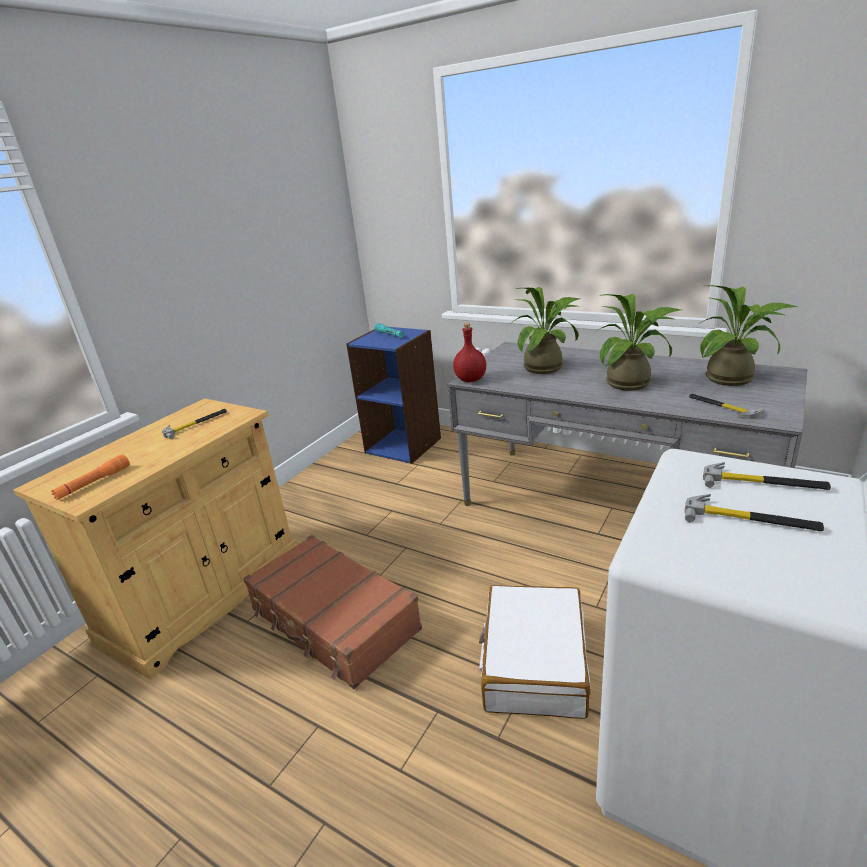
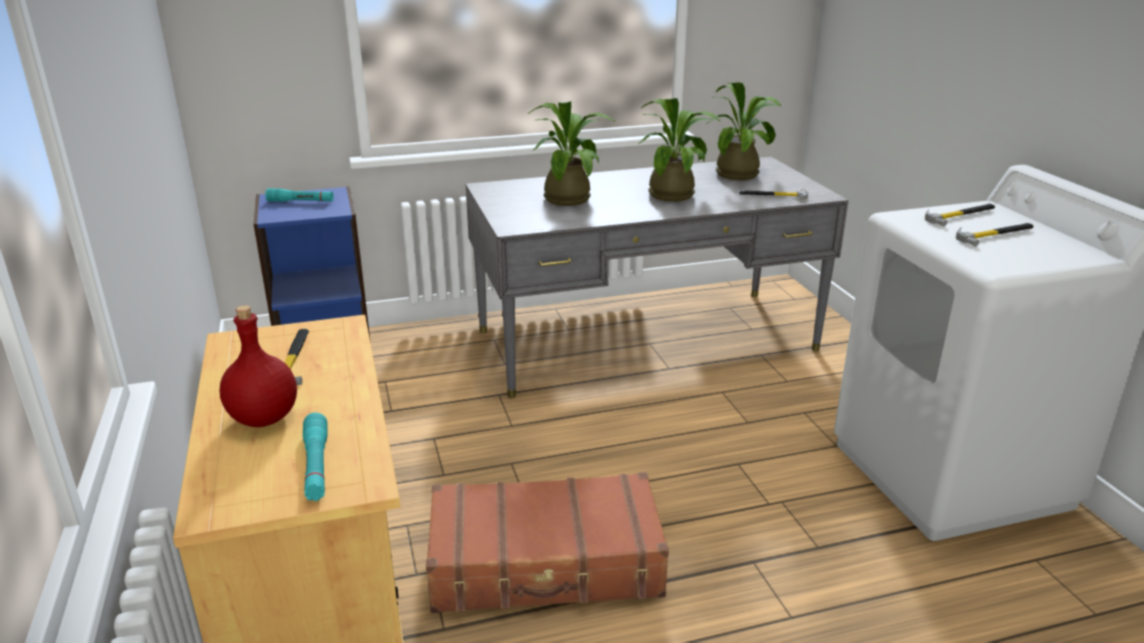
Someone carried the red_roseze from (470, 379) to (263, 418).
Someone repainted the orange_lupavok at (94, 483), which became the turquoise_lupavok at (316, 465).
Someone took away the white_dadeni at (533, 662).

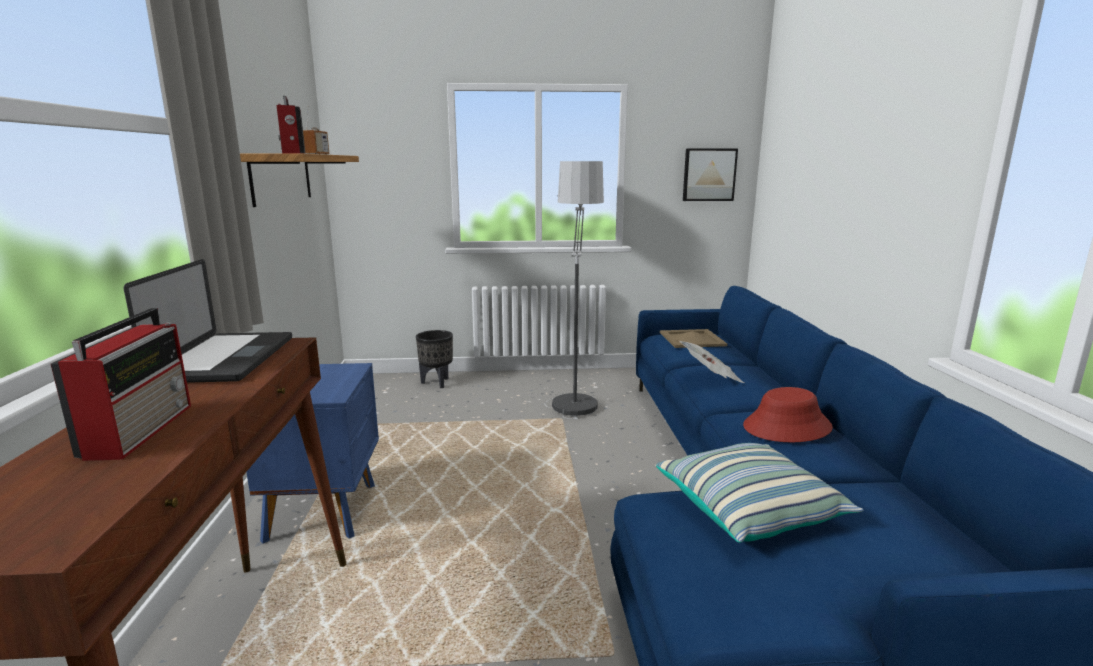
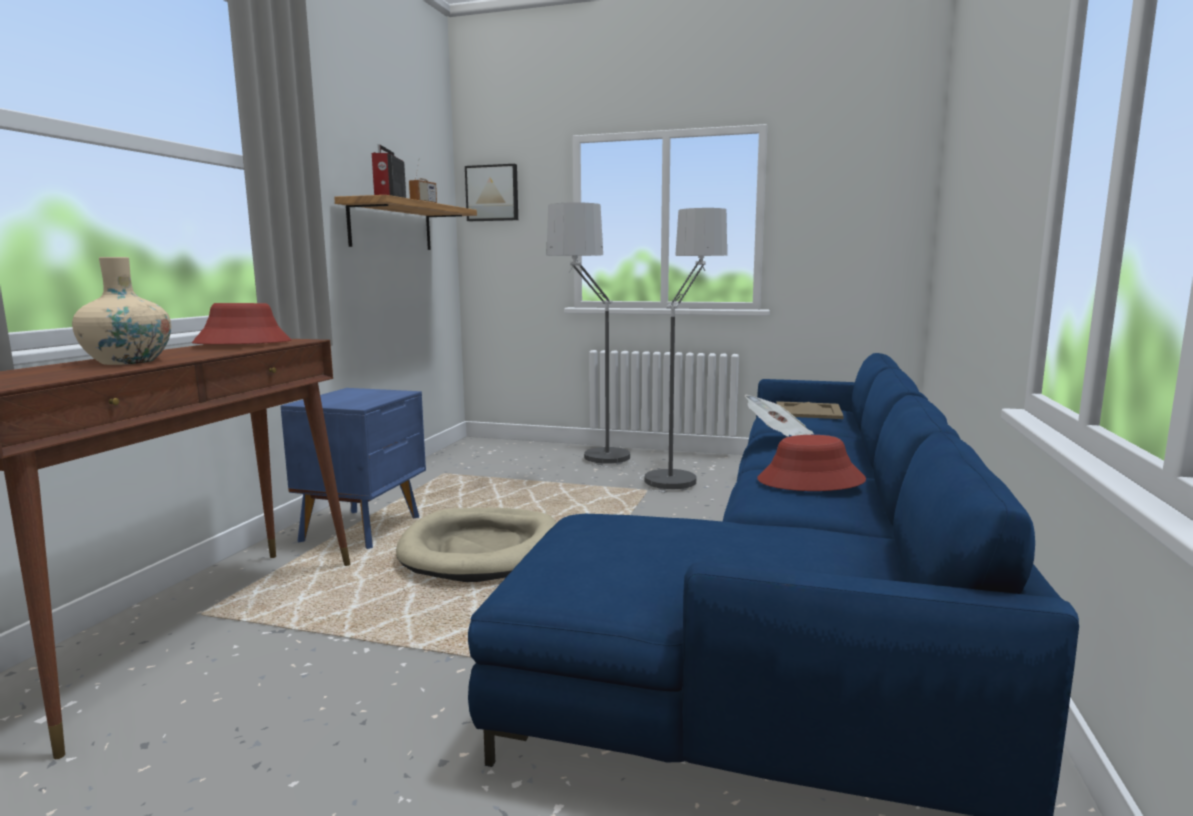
Someone carried the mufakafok from (708, 174) to (492, 193).
Someone swapped the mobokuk at (226, 359) for the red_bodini at (243, 344).
Someone swapped the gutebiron at (141, 429) for the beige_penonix at (128, 361).
Someone took away the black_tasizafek at (437, 383).
Someone took away the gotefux at (750, 510).
Someone put down the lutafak at (595, 469).
Someone put down the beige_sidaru at (482, 550).

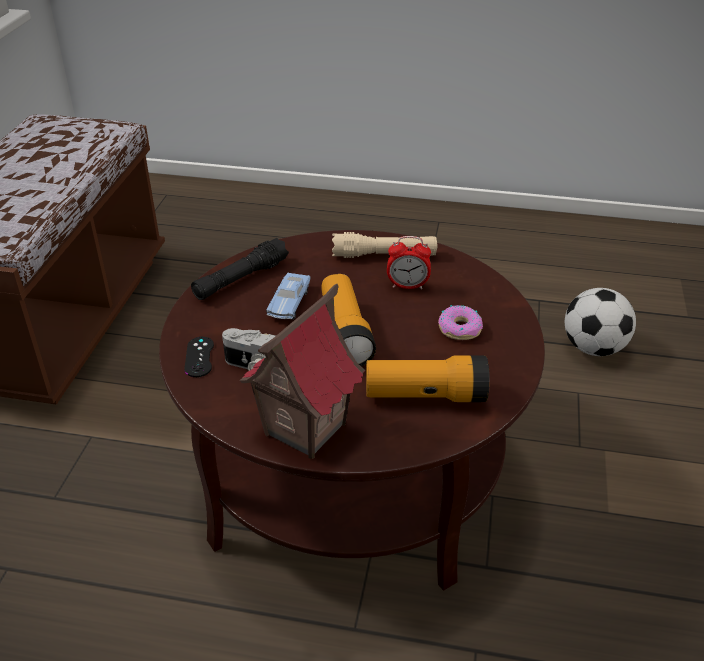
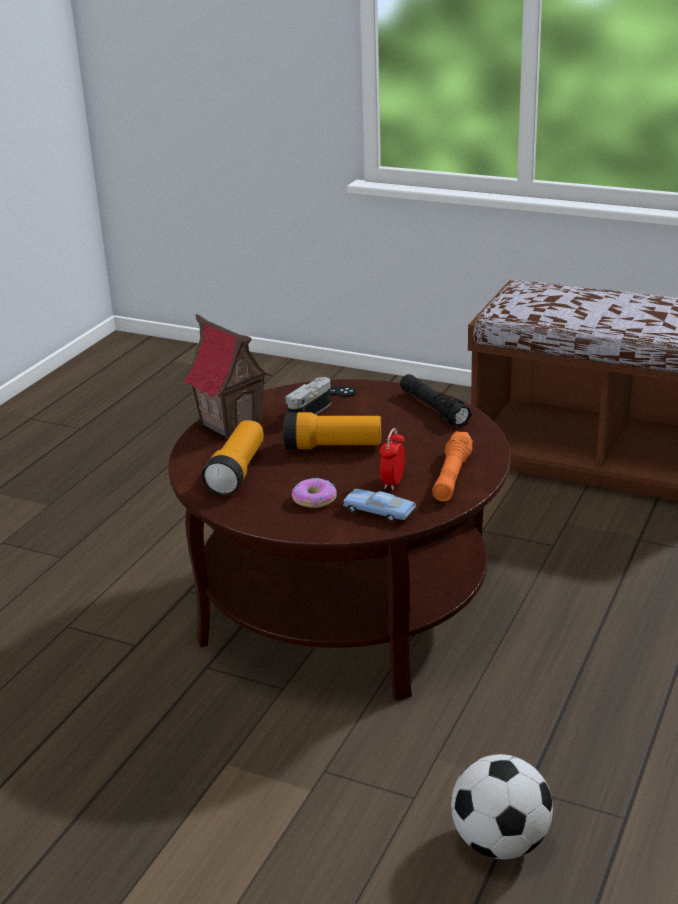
Someone repainted the beige_lupavok at (384, 255), which became the orange_lupavok at (451, 477).
Someone carried the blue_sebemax from (289, 303) to (378, 512).

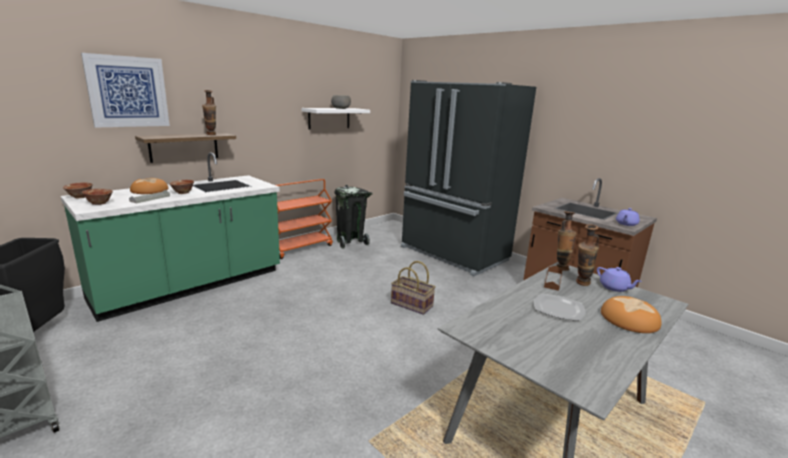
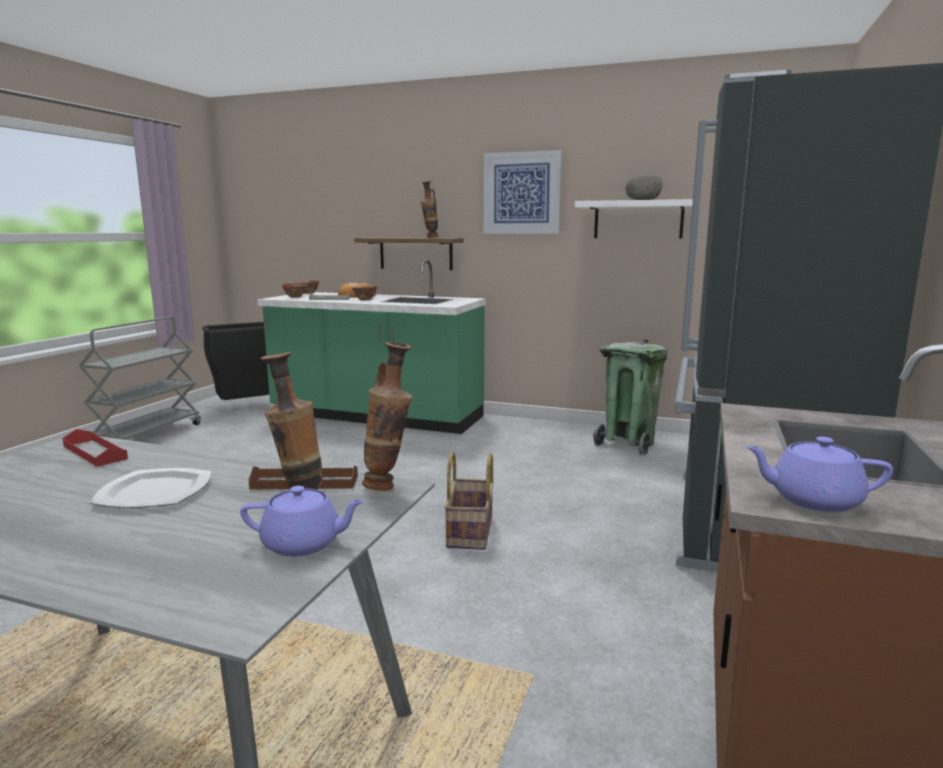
Someone carried the mufakafok from (128, 92) to (521, 193).
Someone took away the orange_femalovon at (300, 248).
Someone repainted the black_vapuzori at (350, 242), which became the green_vapuzori at (628, 443).
Someone rotated the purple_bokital at (614, 288) by 120 degrees counterclockwise.
Someone took away the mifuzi at (628, 319).
Someone put down the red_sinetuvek at (95, 452).

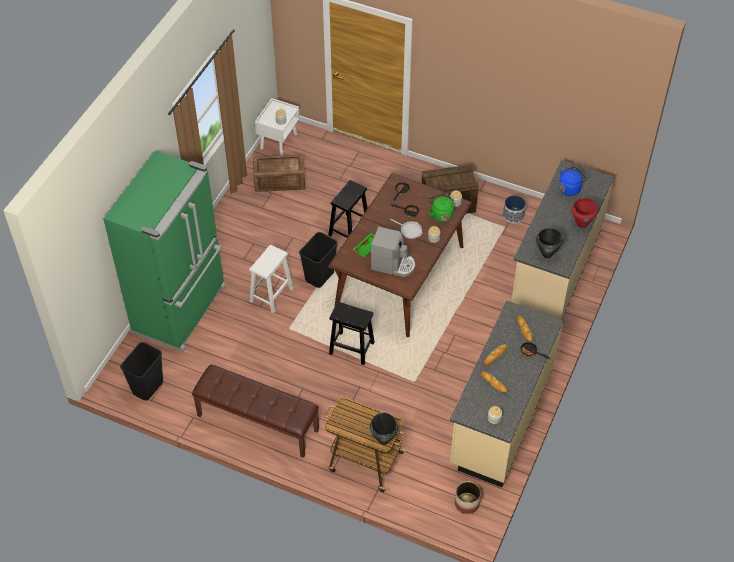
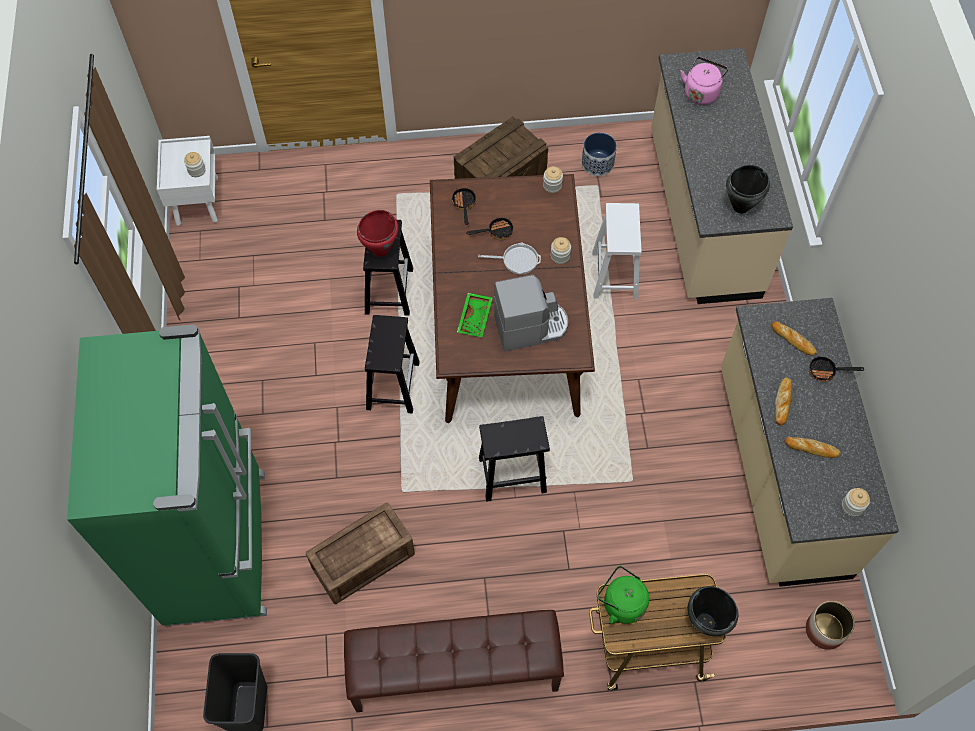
Someone carried the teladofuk from (278, 181) to (361, 560).
Someone repainted the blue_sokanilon at (570, 188), which became the pink_sokanilon at (701, 92).
Someone carried the green_sokanilon from (440, 214) to (621, 603).
Someone carried the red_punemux from (582, 224) to (381, 250).
Someone swapped the black_vapuzori at (319, 276) for the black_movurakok at (393, 384).
Someone carried the white_movurakok from (271, 295) to (615, 276).

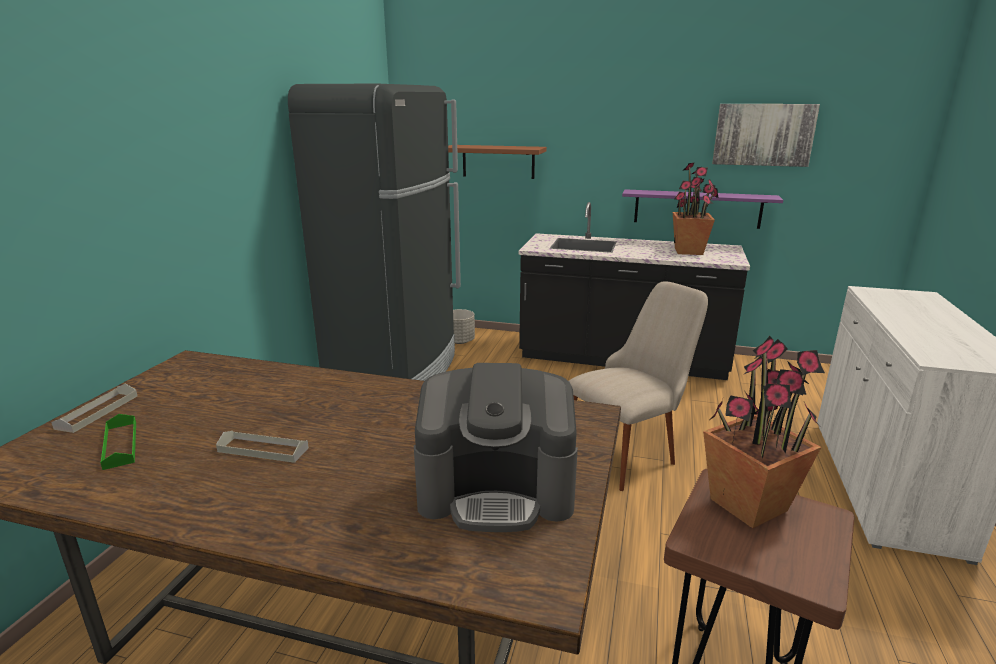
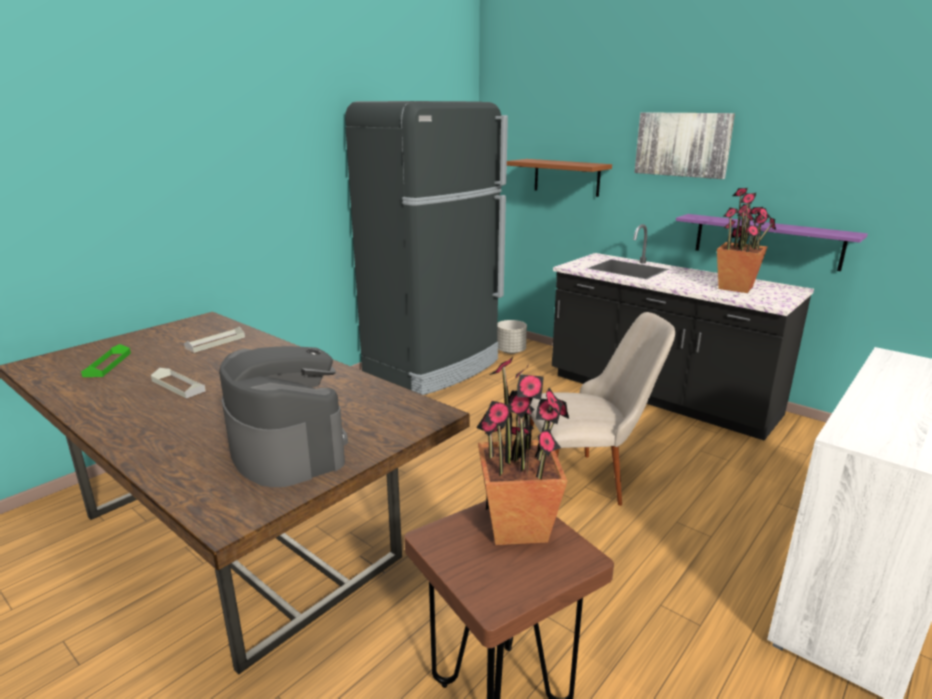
Someone carried the mufakafok from (763, 134) to (682, 144).
Someone rotated the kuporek at (497, 489) by 150 degrees counterclockwise.
Someone carried the grey_sinetuvek from (97, 412) to (215, 342).

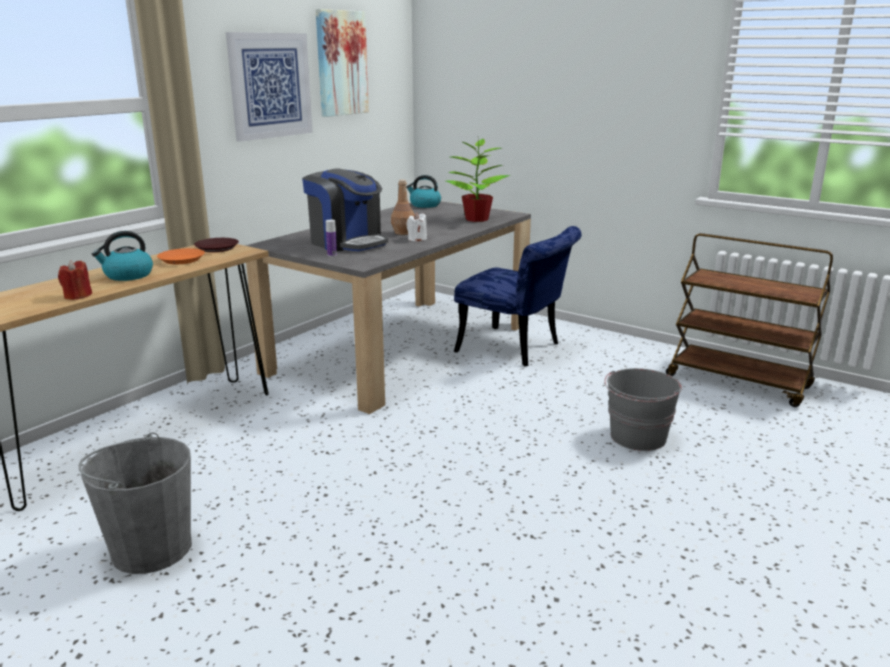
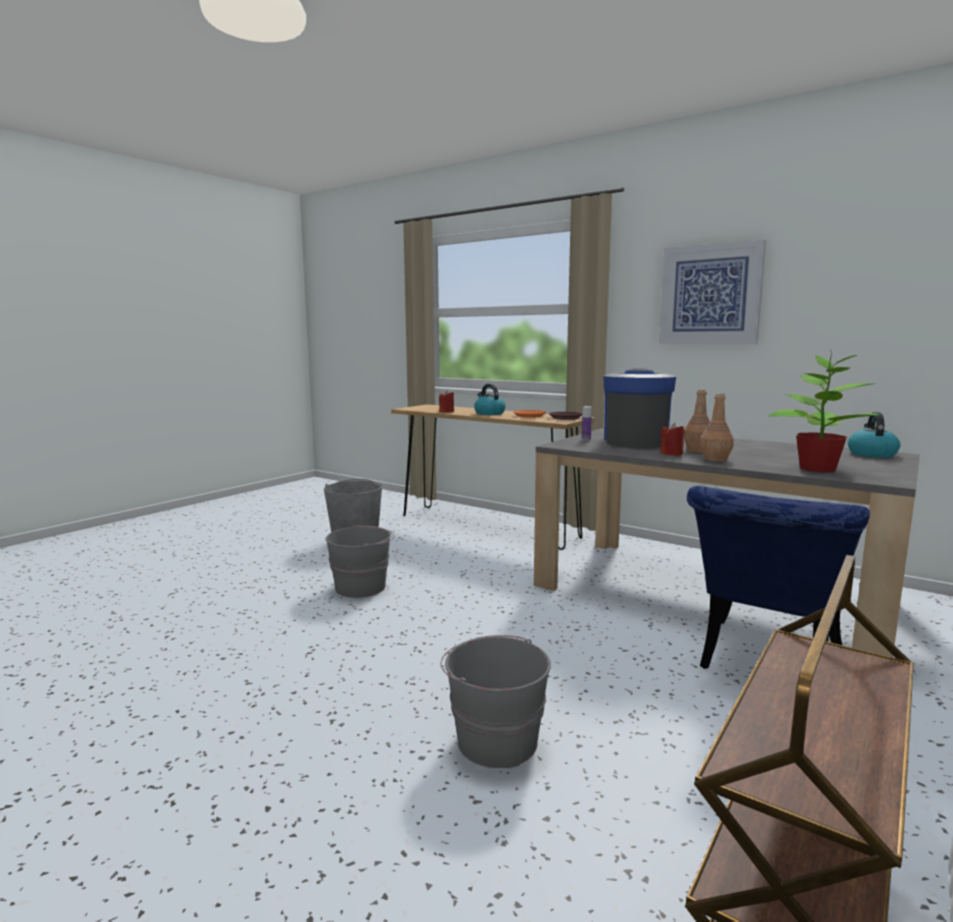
Someone took away the mufakafok at (341, 63).
Someone rotated the kuporek at (347, 243) by 150 degrees clockwise.
Someone repainted the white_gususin at (417, 239), which became the red_gususin at (671, 454).
Someone put down the brown_roseze at (715, 459).
Someone put down the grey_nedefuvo at (361, 587).

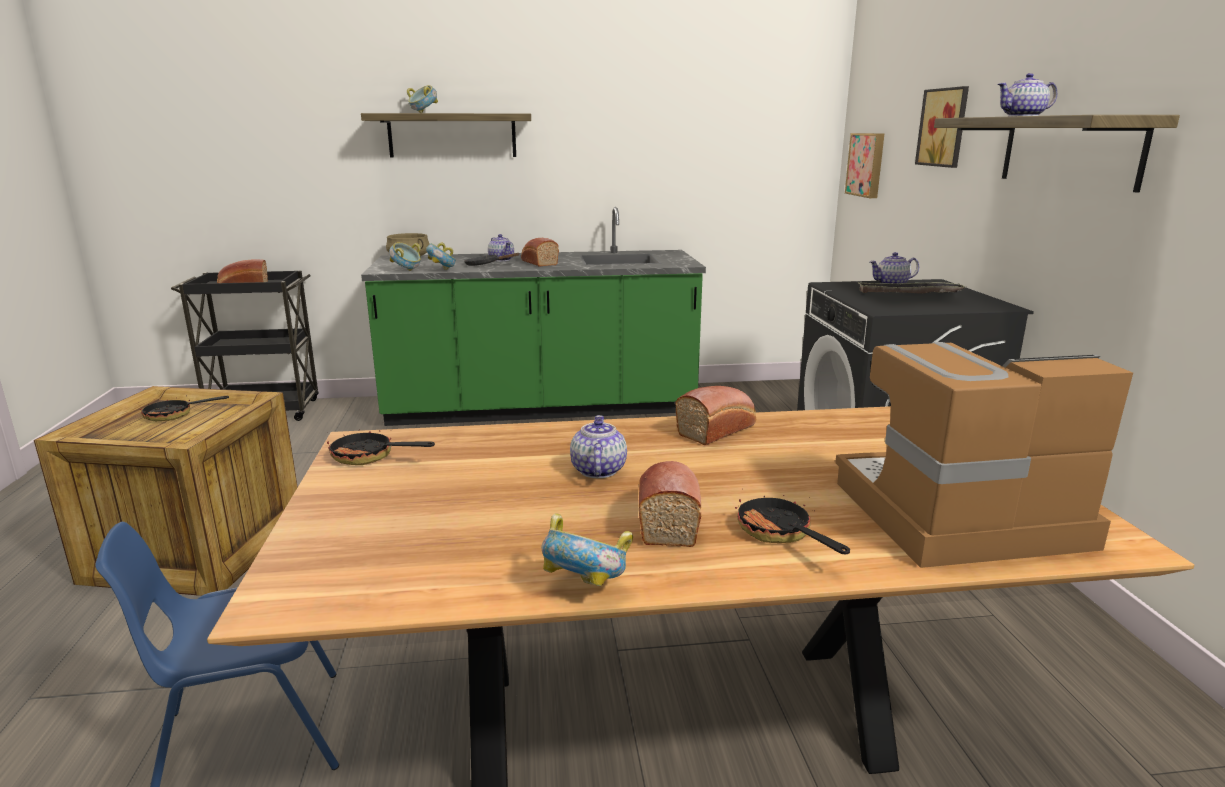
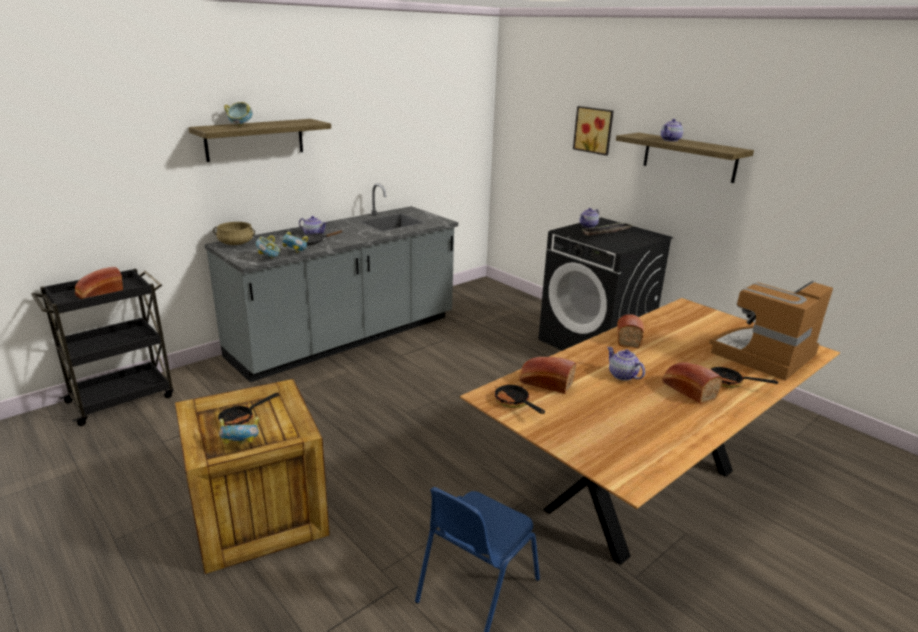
Someone took away the mufakafok at (867, 164).
Someone repainted the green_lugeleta at (541, 407), which became the grey_lugeleta at (345, 338).
Someone carried the mifuzi from (538, 262) to (544, 383).
Someone rotated the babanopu at (370, 457) by 75 degrees clockwise.
Someone carried the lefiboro from (585, 588) to (241, 445).

